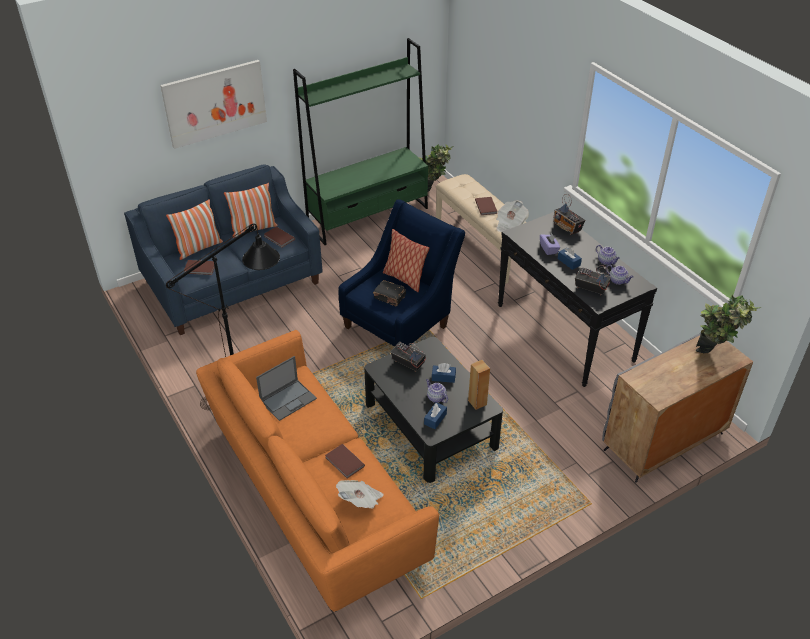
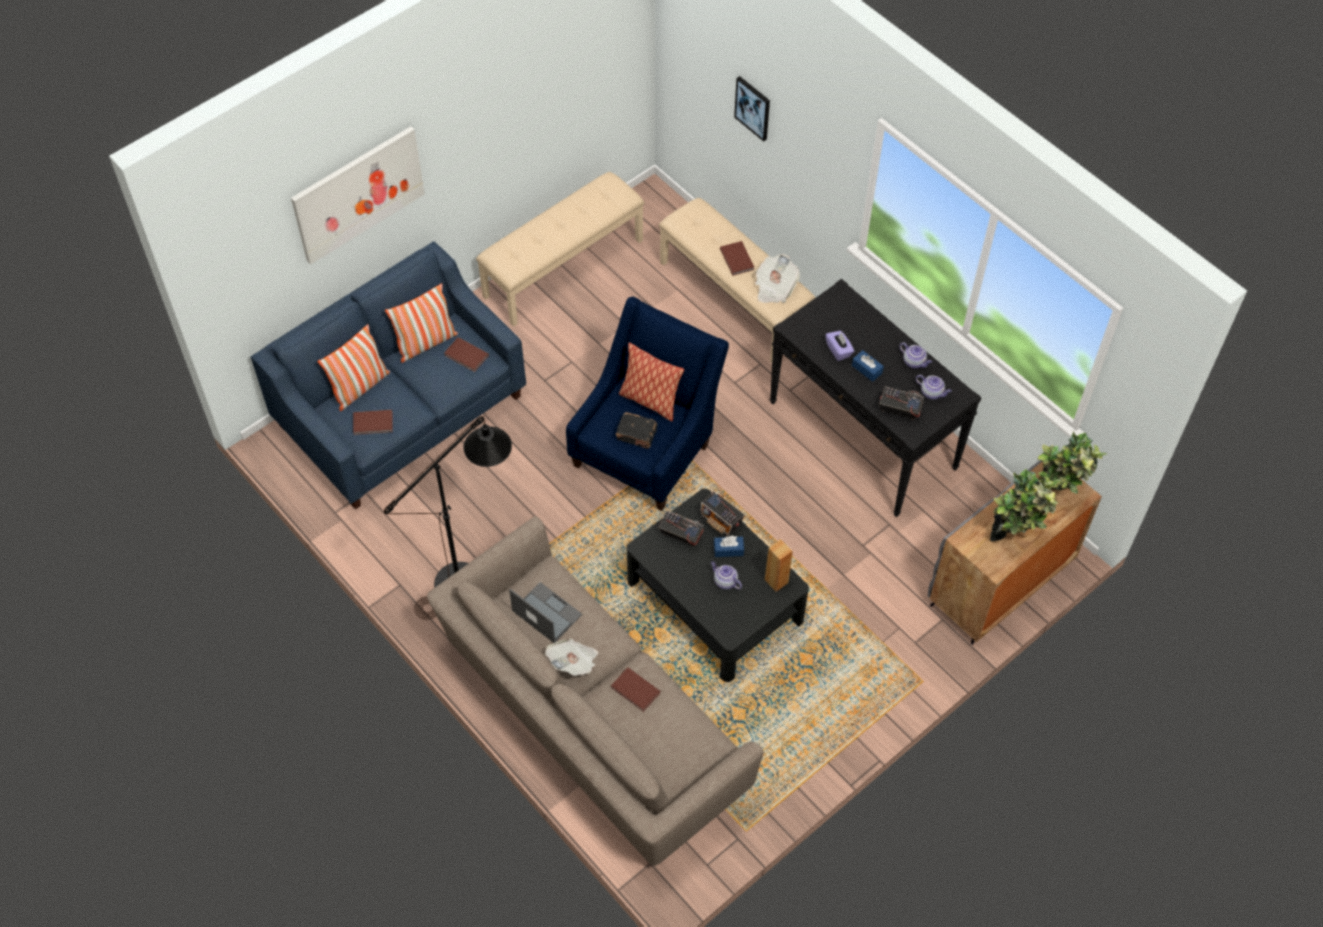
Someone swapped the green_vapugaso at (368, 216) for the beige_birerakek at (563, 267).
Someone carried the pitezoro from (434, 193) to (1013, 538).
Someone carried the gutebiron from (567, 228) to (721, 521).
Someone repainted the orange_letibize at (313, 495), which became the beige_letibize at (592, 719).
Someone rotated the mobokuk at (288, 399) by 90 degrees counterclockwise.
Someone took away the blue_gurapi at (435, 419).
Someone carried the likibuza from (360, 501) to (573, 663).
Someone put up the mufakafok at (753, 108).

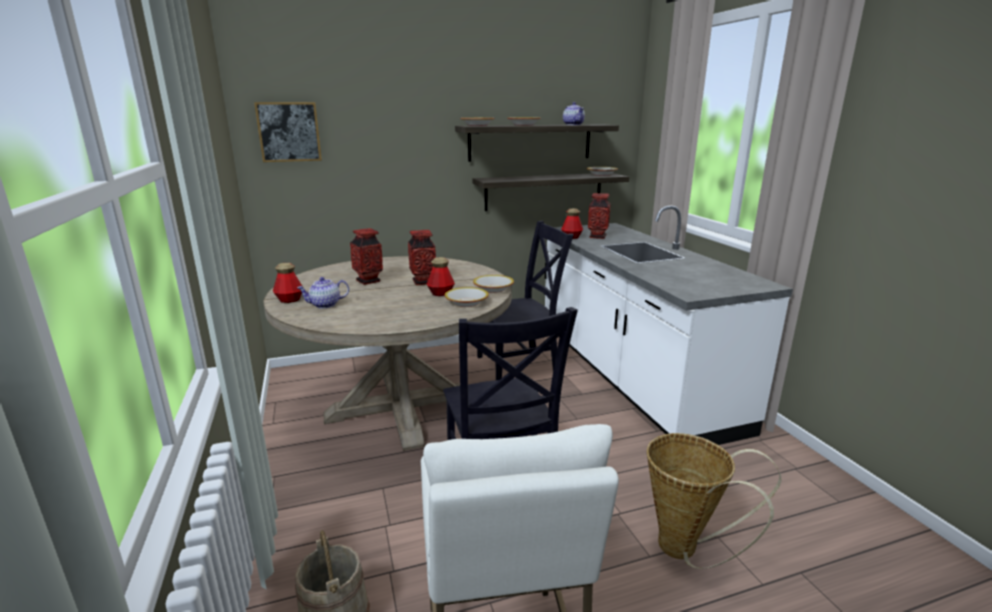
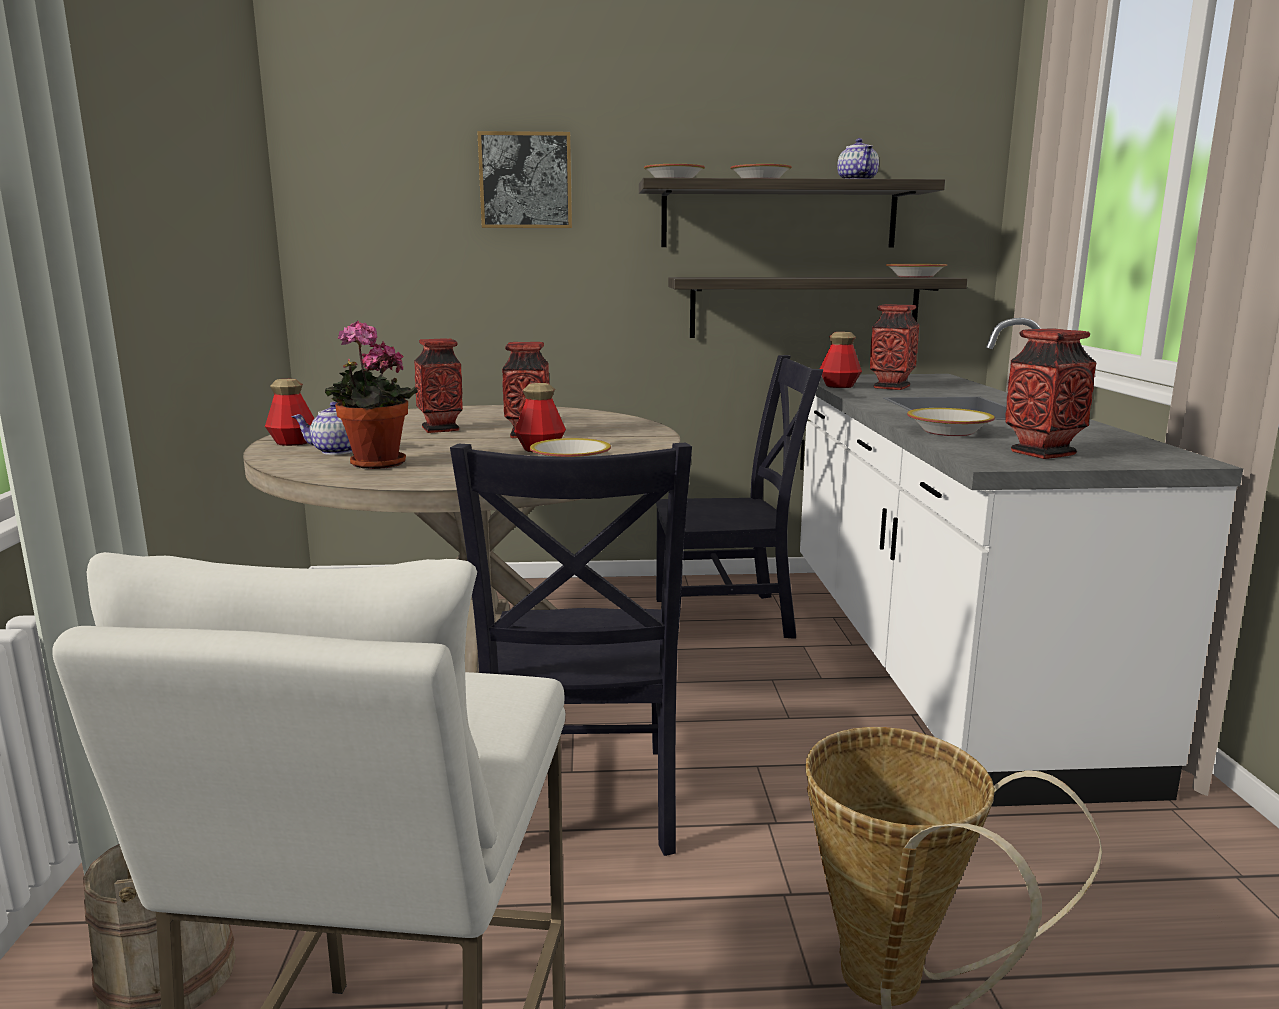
Someone carried the mufakafok from (289, 132) to (525, 180).
Someone carried the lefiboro from (493, 289) to (948, 431).
Someone put down the pitezoro at (373, 464).
Someone put down the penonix at (1042, 453).

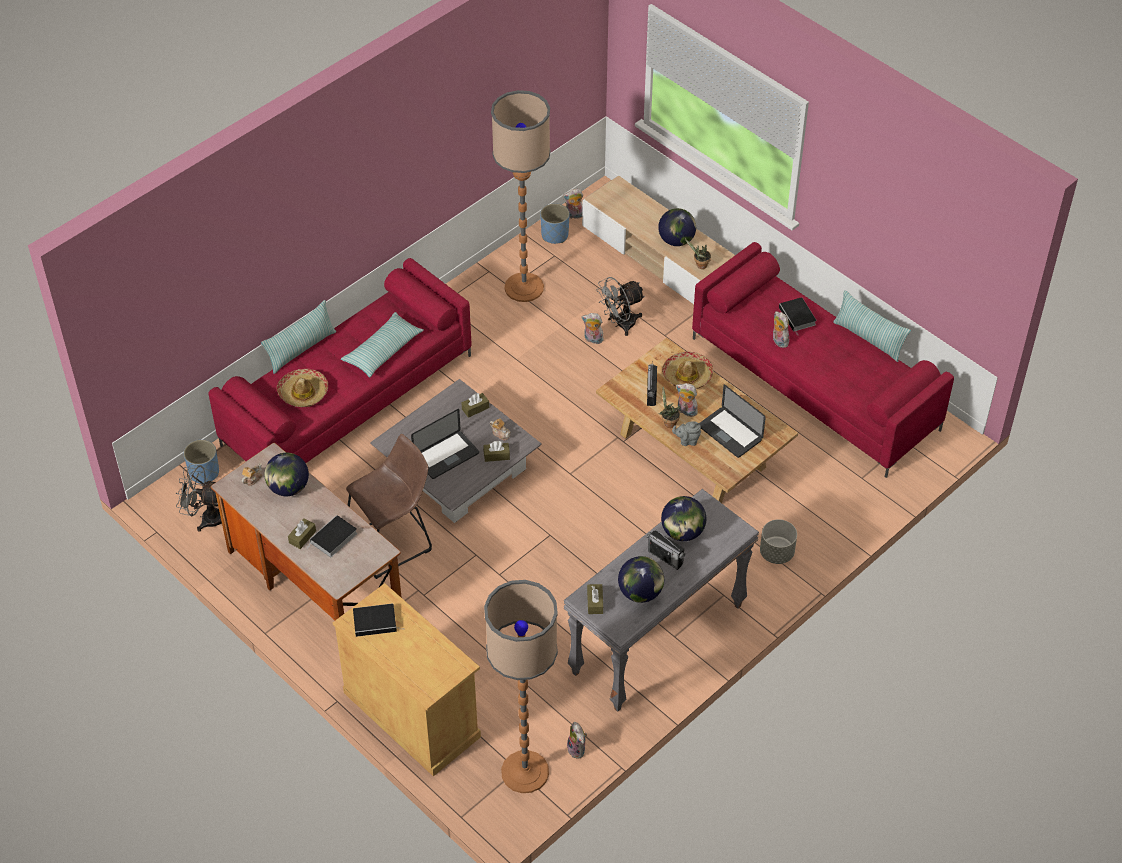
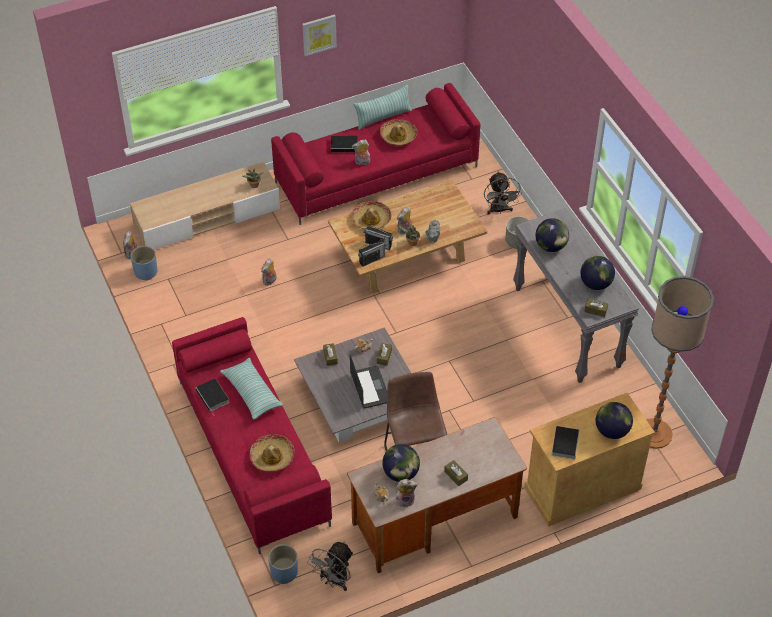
Someone took away the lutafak at (524, 287).
Someone carried the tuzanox from (676, 240) to (612, 430).
Someone carried the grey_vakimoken from (620, 324) to (499, 210).
Someone took away the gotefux at (301, 349).
Someone took away the mobokuk at (730, 433).
Someone carried the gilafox from (333, 539) to (213, 397).
Someone carried the gutebiron from (665, 557) to (372, 259).
Someone carried the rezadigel from (578, 749) to (405, 500).
Someone put up the mufakafok at (319, 34).
Someone put down the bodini at (398, 136).

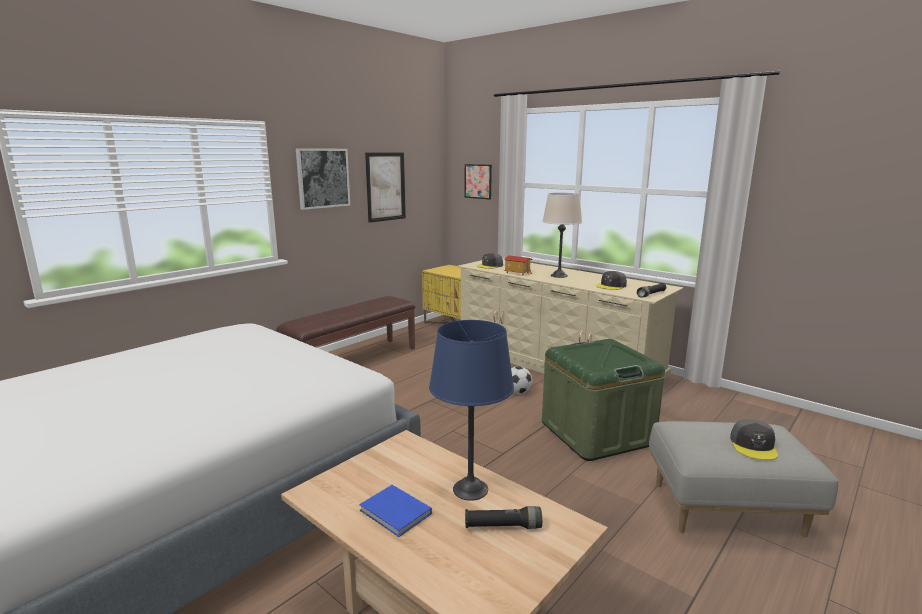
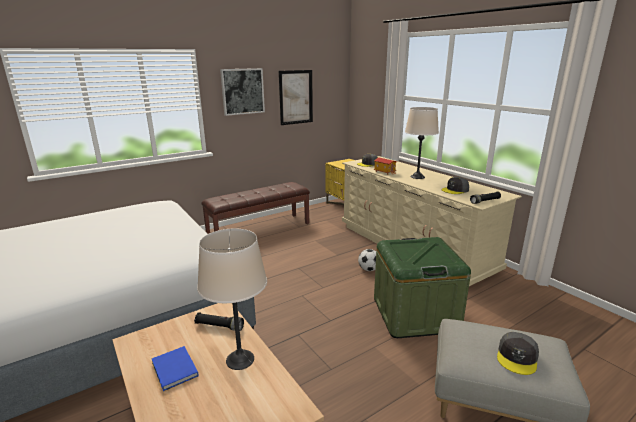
Someone took away the mufakafok at (478, 181).
Someone repainted the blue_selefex at (470, 489), which became the beige_selefex at (240, 360).
Someone carried the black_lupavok from (502, 526) to (219, 326).

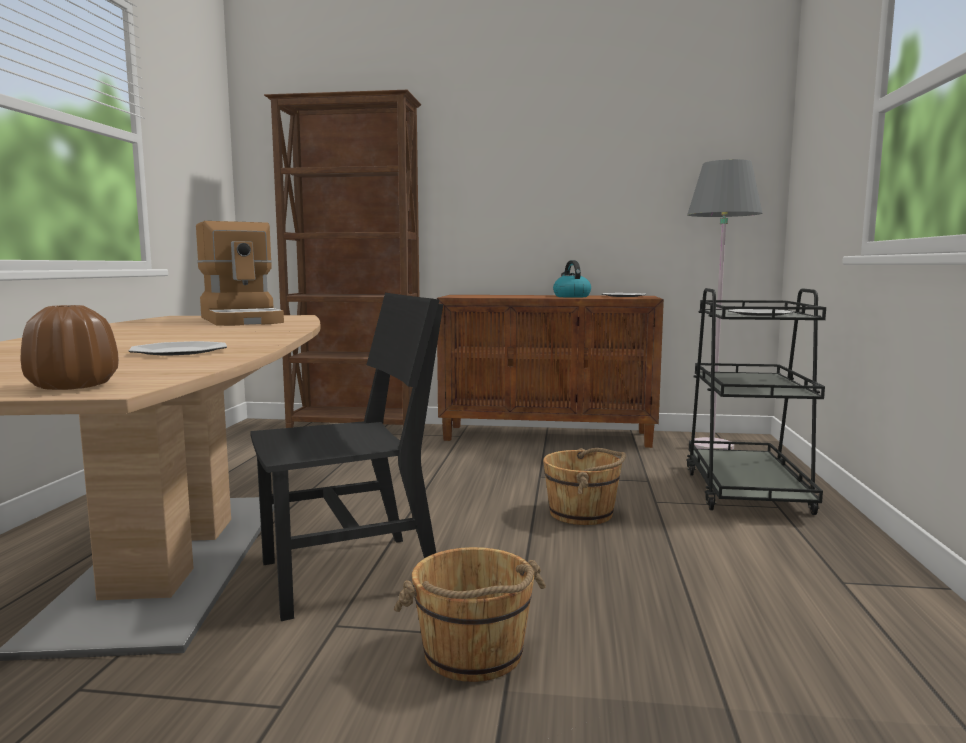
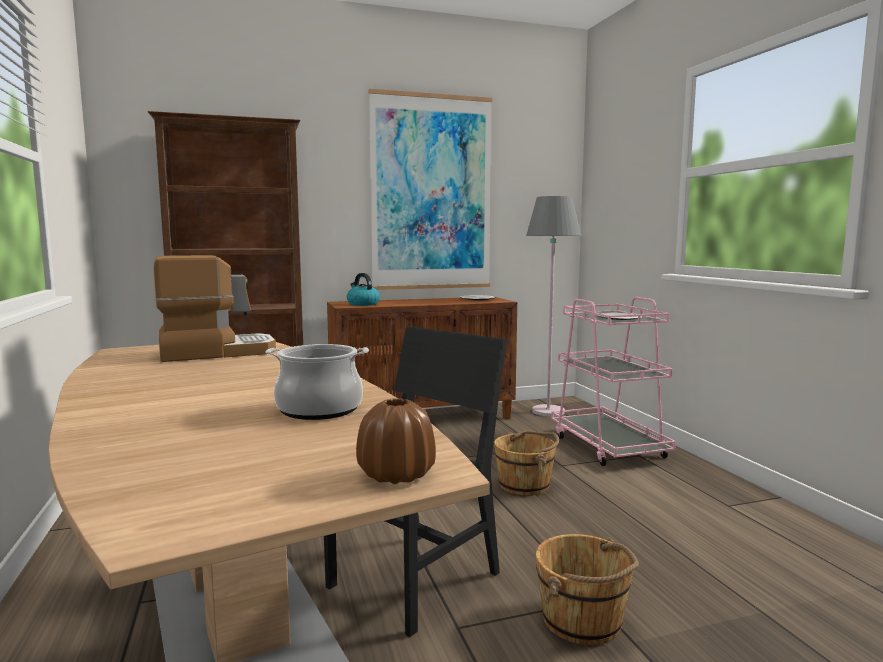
Someone rotated the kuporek at (243, 320) by 60 degrees counterclockwise.
Someone carried the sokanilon from (571, 296) to (362, 304).
Someone repainted the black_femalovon at (746, 491), which became the pink_femalovon at (608, 446).
Someone swapped the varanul at (179, 351) for the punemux at (319, 409).
Someone put up the mufakafok at (431, 193).

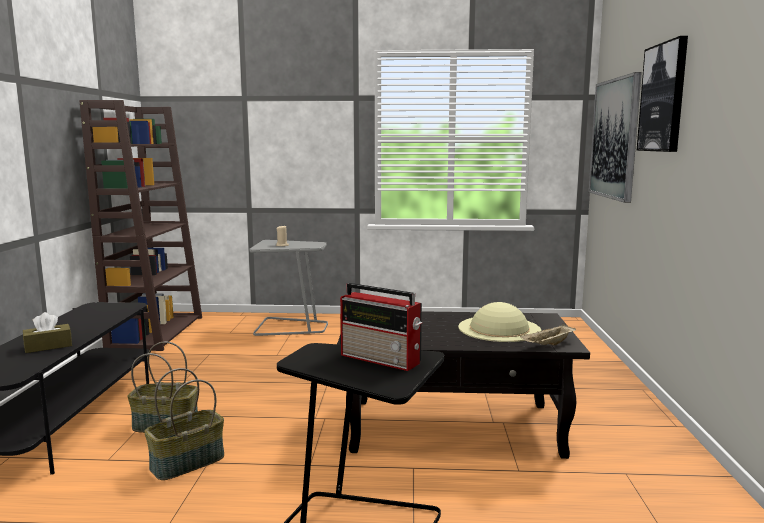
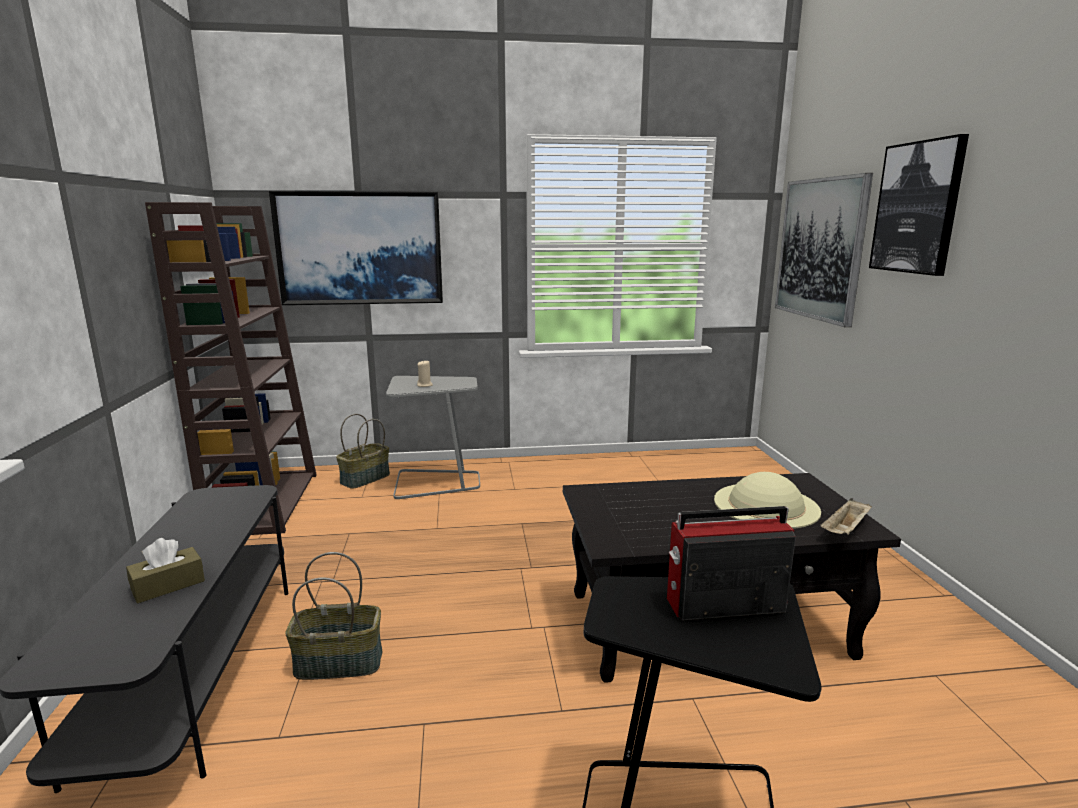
Someone rotated the gutebiron at (382, 359) by 150 degrees clockwise.
Someone carried the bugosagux from (187, 463) to (365, 479).
Someone put up the mufakafok at (360, 248).

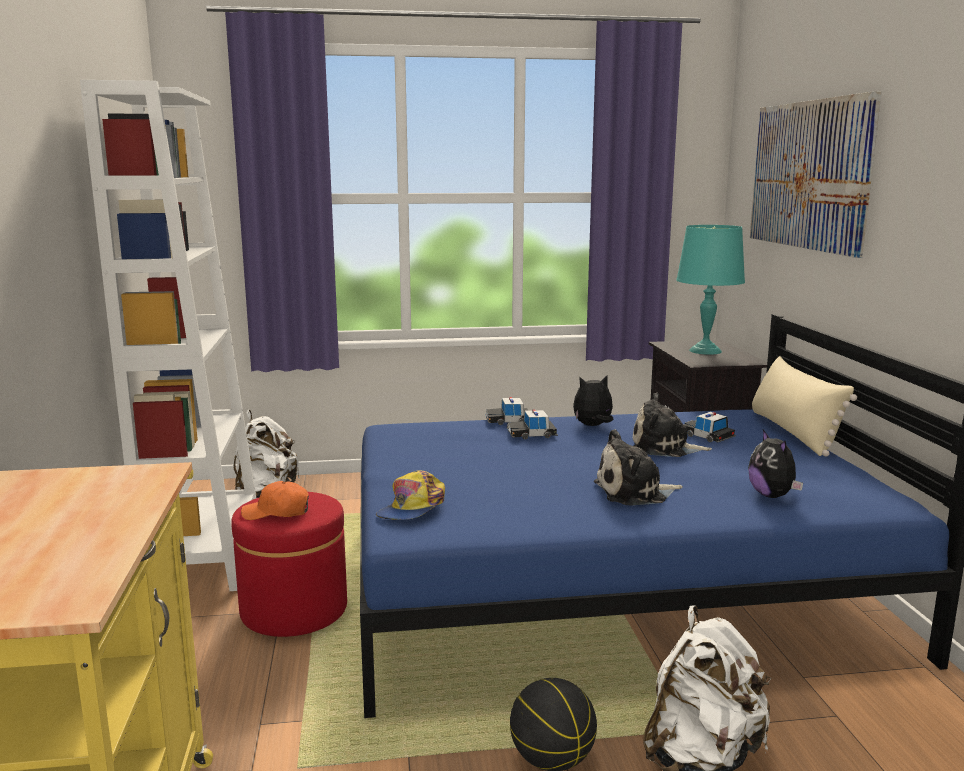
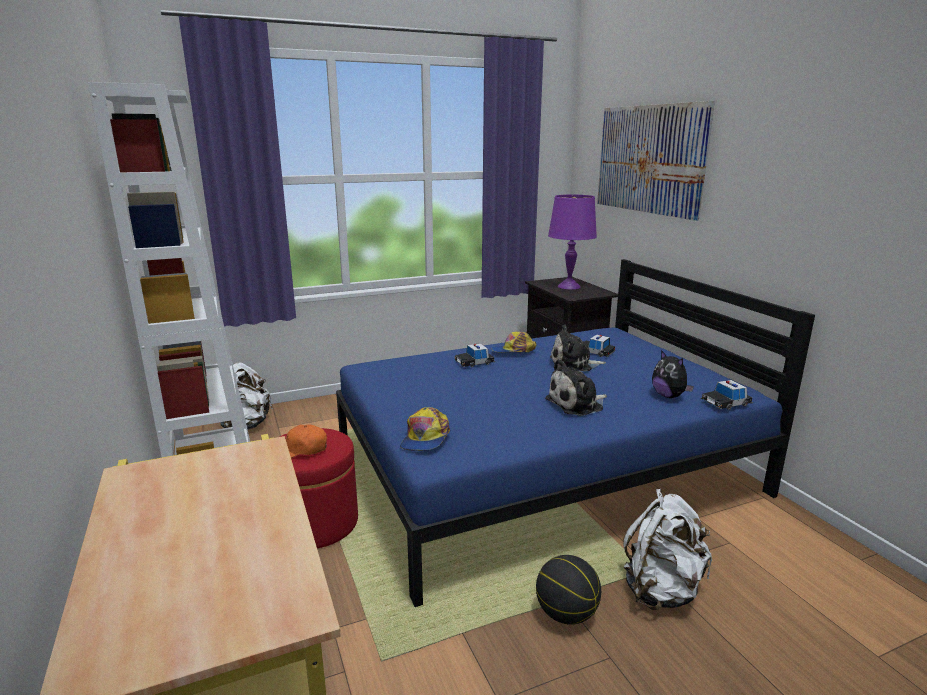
Someone repainted the turquoise_selefex at (706, 351), which became the purple_selefex at (569, 286).
Someone took away the beige_gotefux at (793, 432).
Someone swapped the rezadigel at (593, 426) for the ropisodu at (513, 351).
Someone carried the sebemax from (508, 420) to (726, 402).

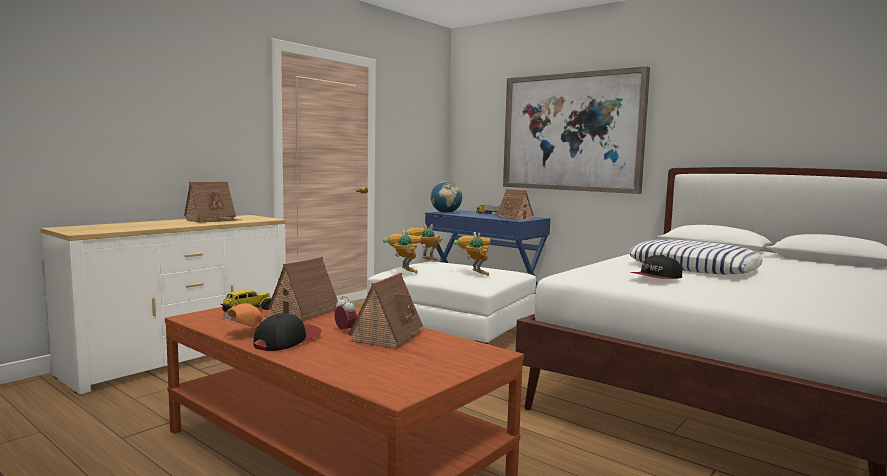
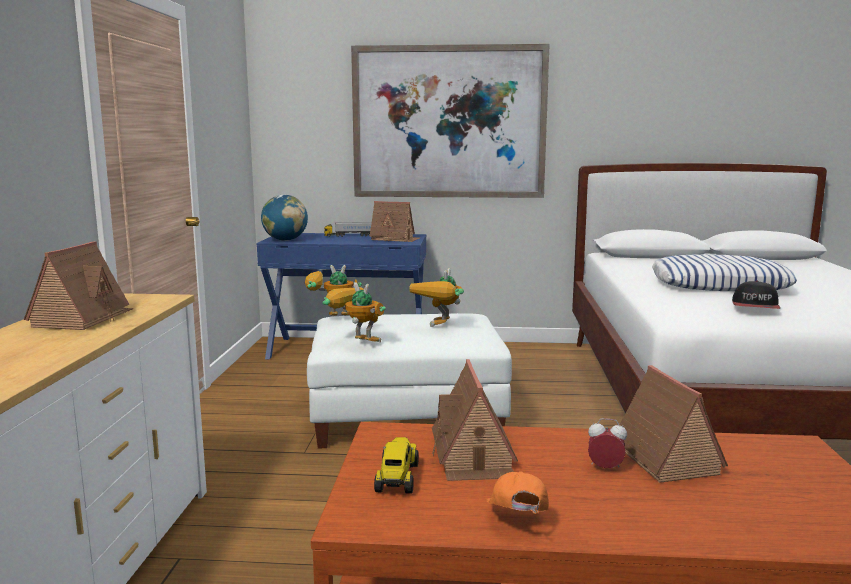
Someone rotated the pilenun at (474, 273) by 105 degrees counterclockwise.
Someone took away the ropisodu at (287, 340).

